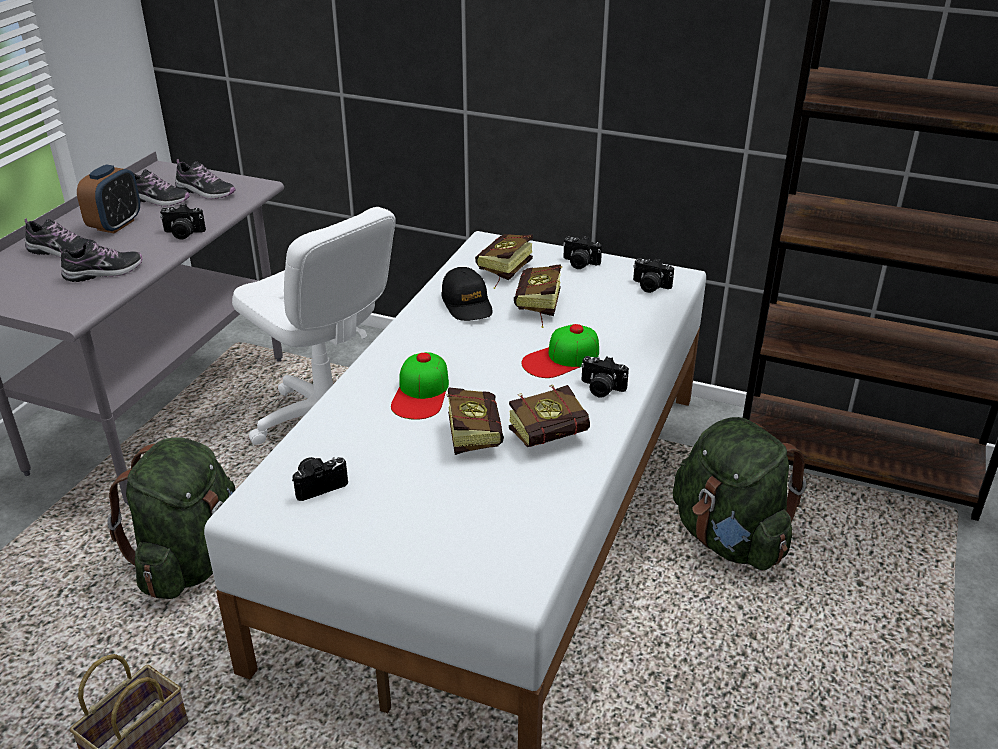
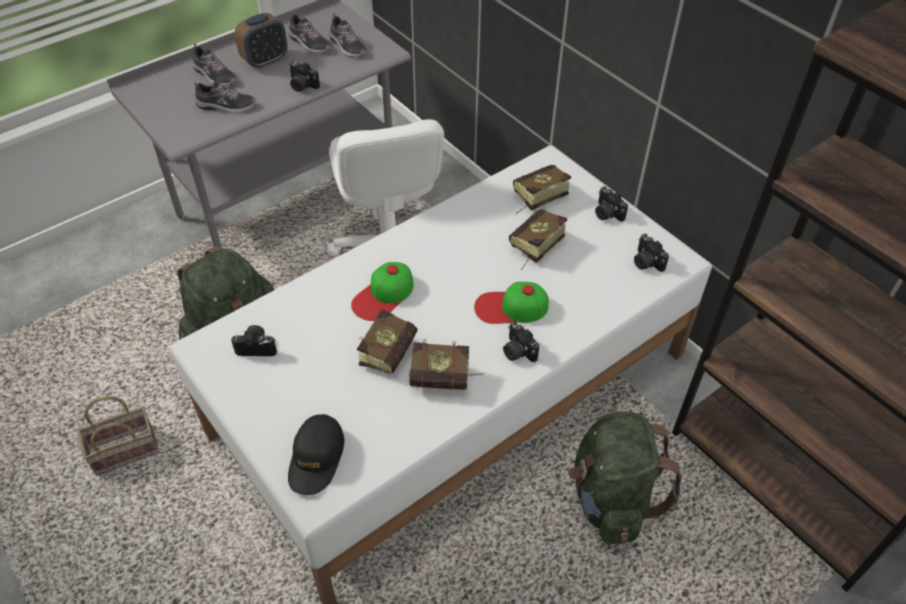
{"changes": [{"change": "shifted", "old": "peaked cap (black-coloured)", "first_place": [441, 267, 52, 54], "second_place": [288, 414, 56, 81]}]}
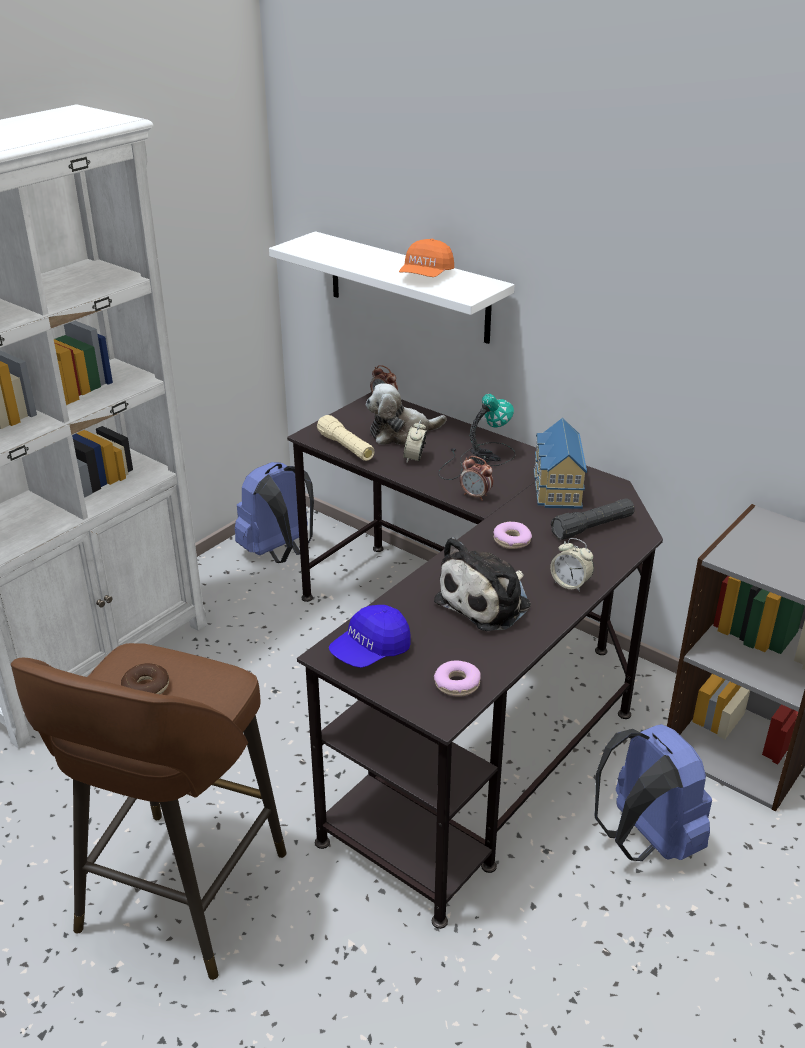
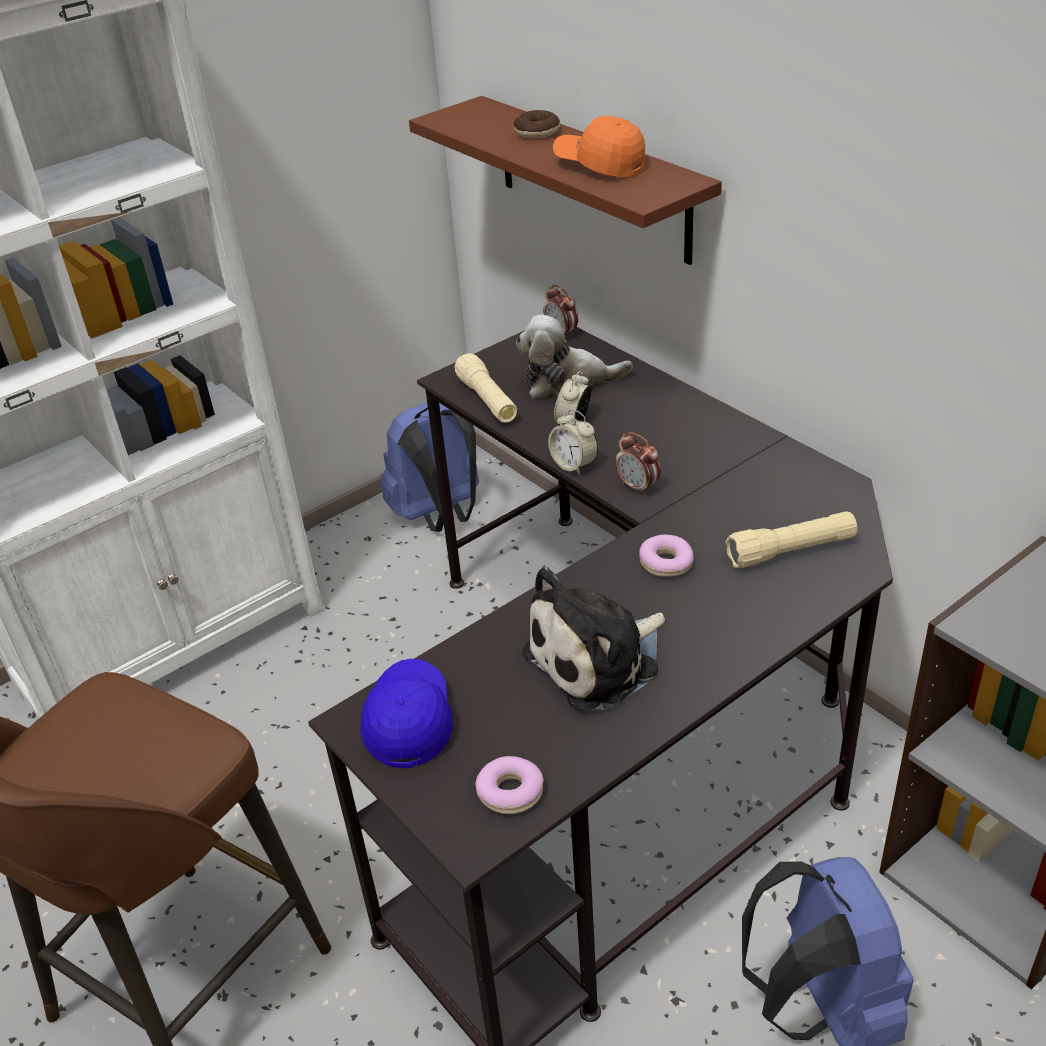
{"changes": [{"change": "gone", "old": "tabletop lamp", "first_place": [438, 394, 78, 86]}, {"change": "gone", "old": "toy house", "first_place": [534, 418, 53, 91]}, {"change": "shifted", "old": "ring doughnut", "first_place": [121, 663, 48, 31], "second_place": [514, 110, 46, 28]}, {"change": "shifted", "old": "alarm clock", "first_place": [550, 538, 44, 54], "second_place": [548, 409, 50, 66]}, {"change": "repainted", "old": "wall shelf (whitish)", "new": "wall shelf (brown)", "first_place": [269, 231, 245, 113], "second_place": [409, 96, 313, 169]}, {"change": "repainted", "old": "torch (black-coloured)", "new": "torch (beige)", "first_place": [551, 498, 84, 42], "second_place": [725, 511, 133, 57]}, {"change": "rotated", "old": "peaked cap (bluish)", "first_place": [329, 605, 81, 63], "second_place": [361, 659, 92, 109], "degrees": 120}, {"change": "rotated", "old": "peaked cap (orange-coloured)", "first_place": [399, 239, 55, 38], "second_place": [553, 116, 92, 62], "degrees": 90}]}
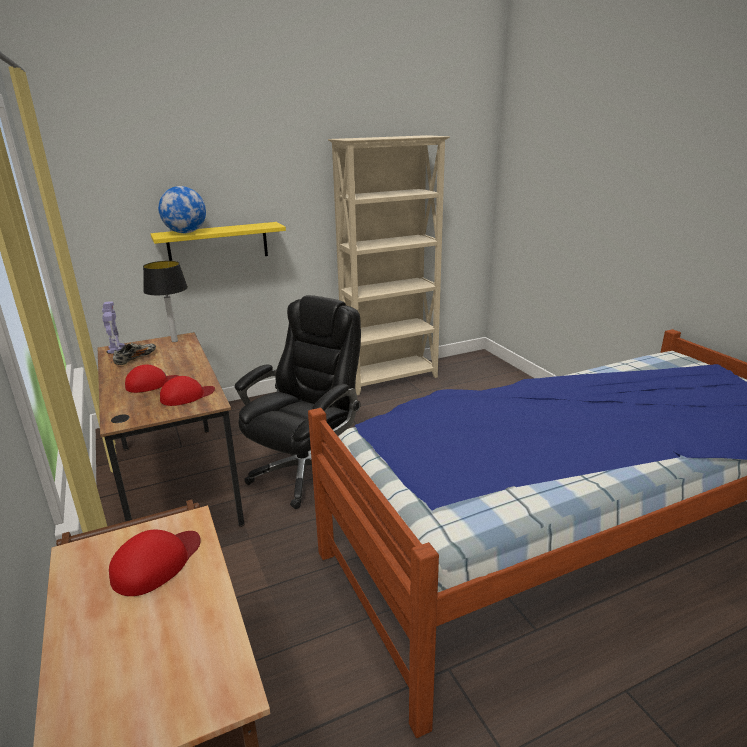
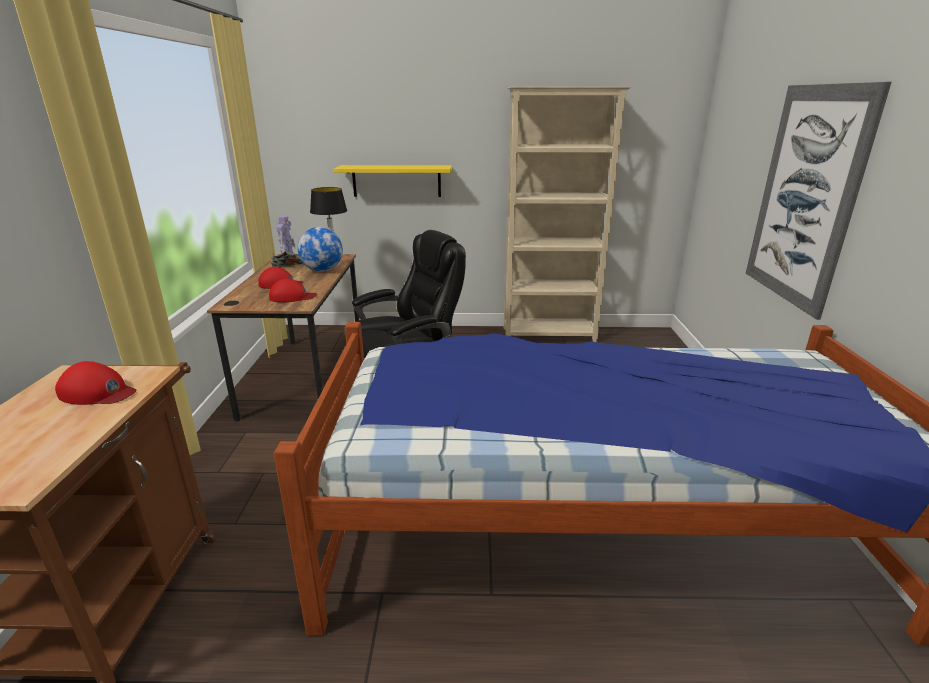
{"changes": [{"change": "new", "new": "picture", "second_place": [746, 82, 146, 238]}, {"change": "shifted", "old": "desk globe", "first_place": [158, 186, 48, 47], "second_place": [298, 227, 45, 44]}, {"change": "rotated", "old": "peaked cap (reddish)", "first_place": [109, 529, 92, 67], "second_place": [55, 361, 81, 44], "degrees": 45}]}
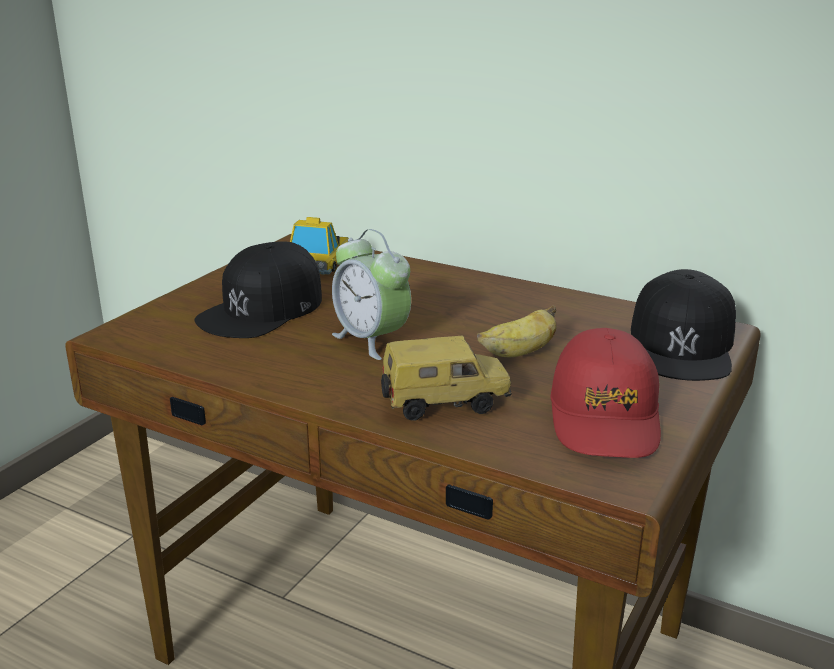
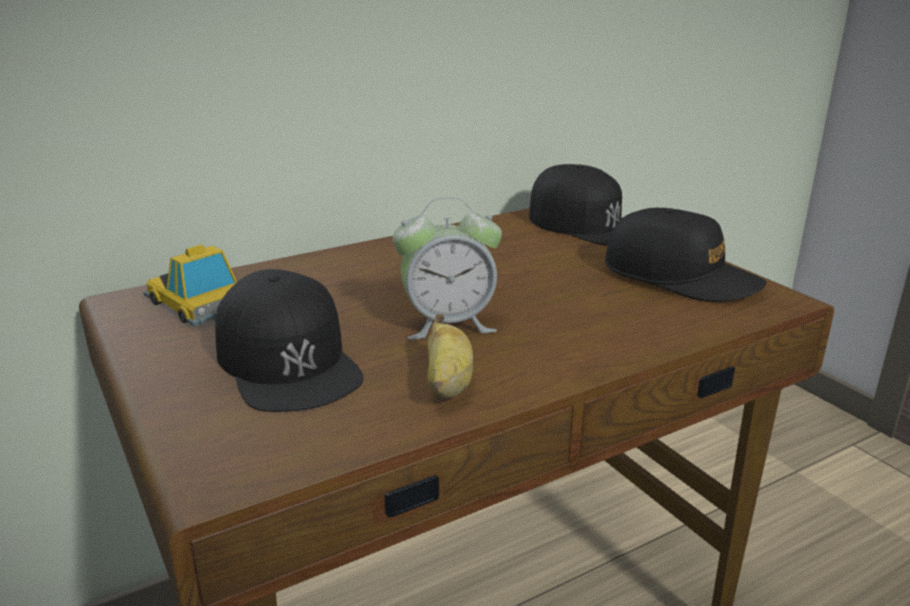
{"changes": [{"change": "gone", "old": "miniature car", "first_place": [381, 336, 131, 85]}, {"change": "shifted", "old": "whole banana", "first_place": [477, 305, 80, 52], "second_place": [427, 314, 46, 85]}, {"change": "repainted", "old": "peaked cap (reddish)", "new": "peaked cap (black-coloured)", "first_place": [550, 328, 111, 130], "second_place": [605, 208, 162, 94]}]}
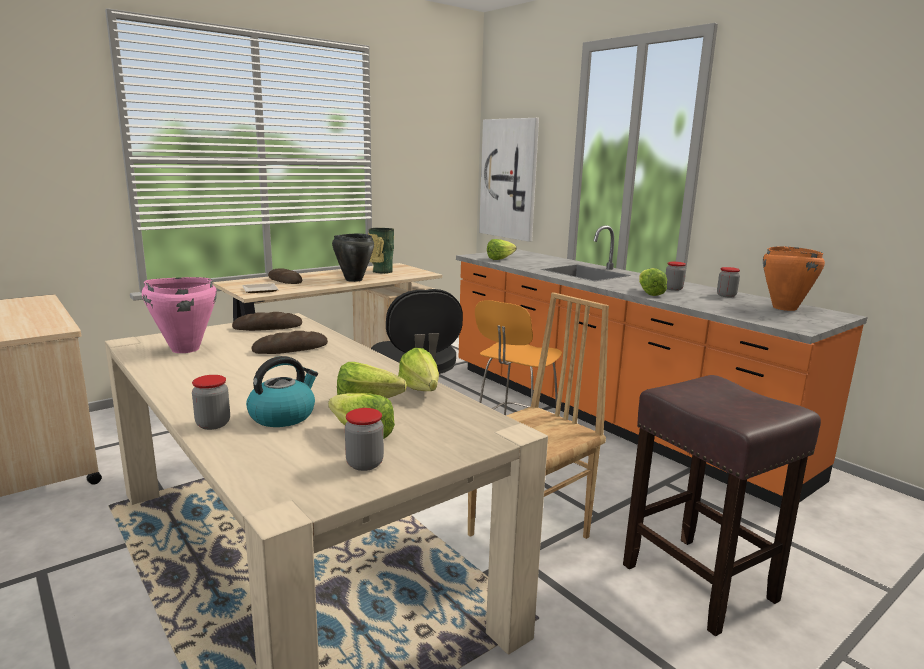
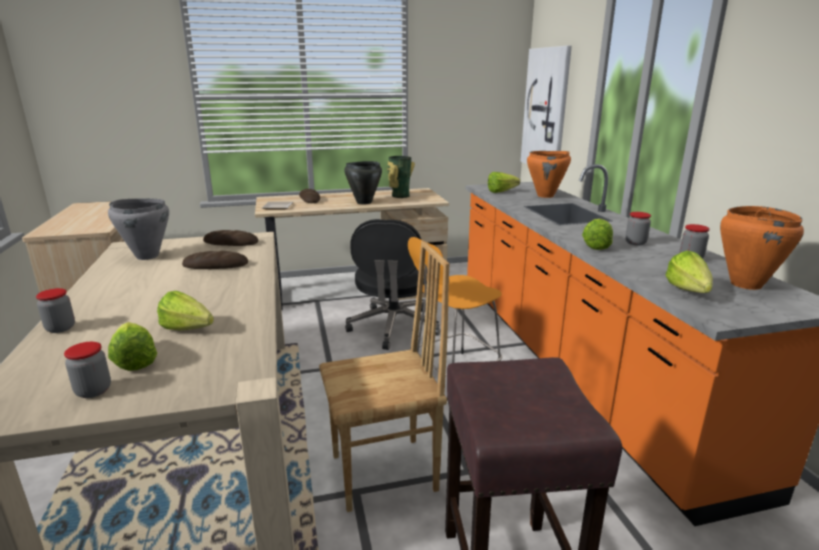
{"changes": [{"change": "gone", "old": "water kettle", "first_place": [246, 356, 72, 71]}, {"change": "new", "new": "saucepot (orange-coloured)", "second_place": [527, 151, 44, 47]}, {"change": "shifted", "old": "lettuce head", "first_place": [398, 348, 41, 43], "second_place": [665, 250, 48, 43]}, {"change": "repainted", "old": "saucepot (pinkish)", "new": "saucepot (grey)", "first_place": [142, 277, 75, 76], "second_place": [108, 198, 61, 62]}]}
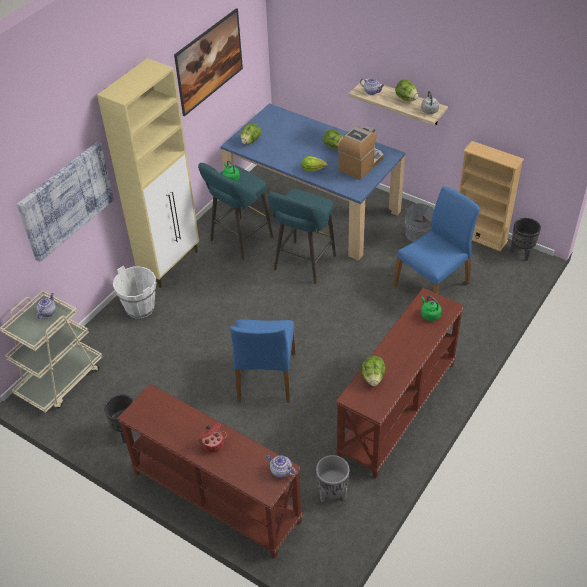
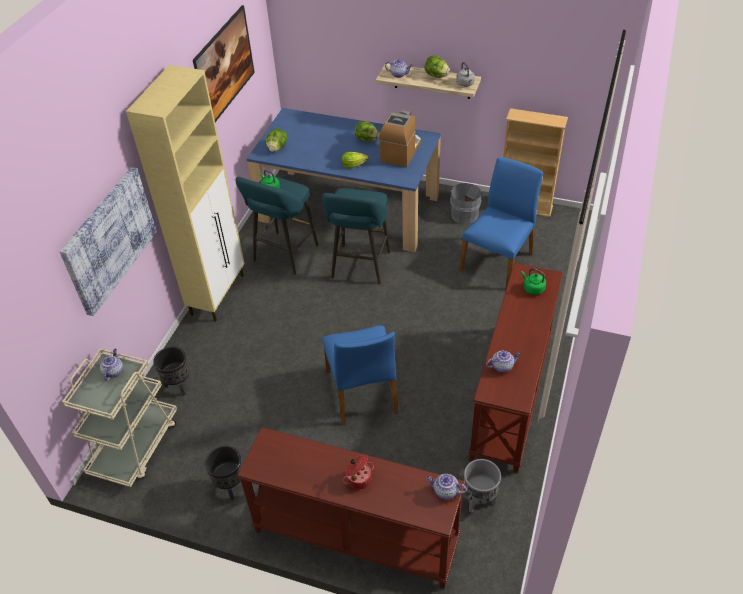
{"changes": [{"change": "gone", "old": "bucket (whitish)", "first_place": [113, 265, 43, 53]}, {"change": "shifted", "old": "planter (black-coloured)", "first_place": [510, 218, 31, 43], "second_place": [153, 346, 36, 50]}, {"change": "swapped", "old": "lettuce head", "new": "teapot", "first_place": [361, 356, 24, 30], "second_place": [486, 350, 35, 23]}]}
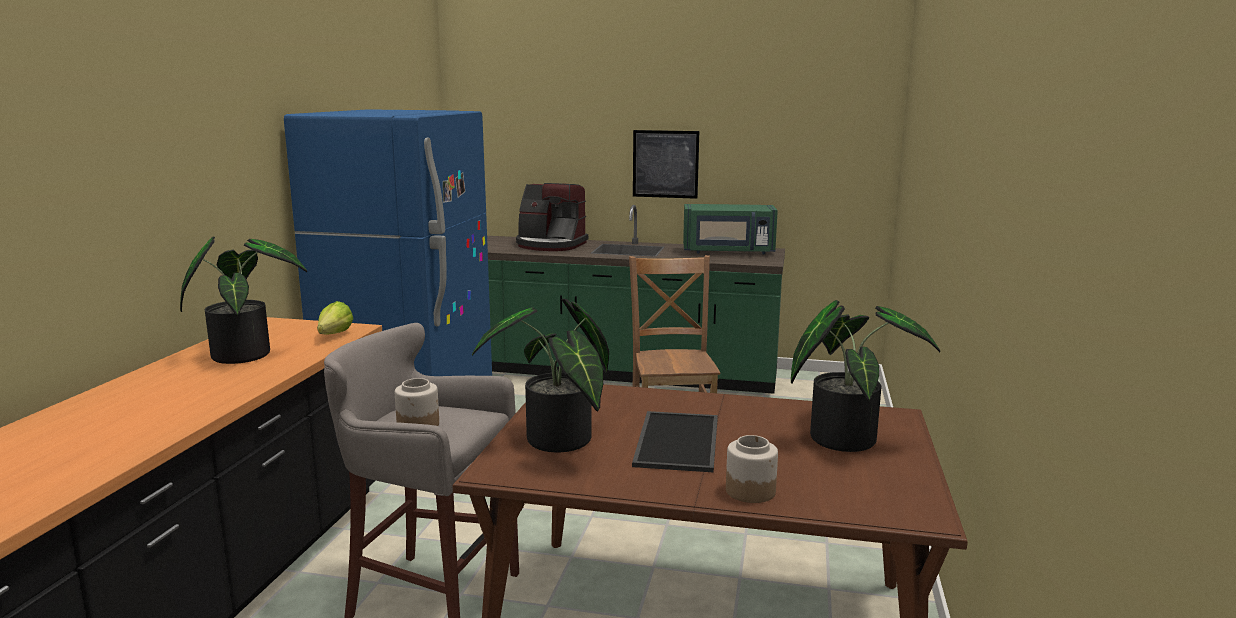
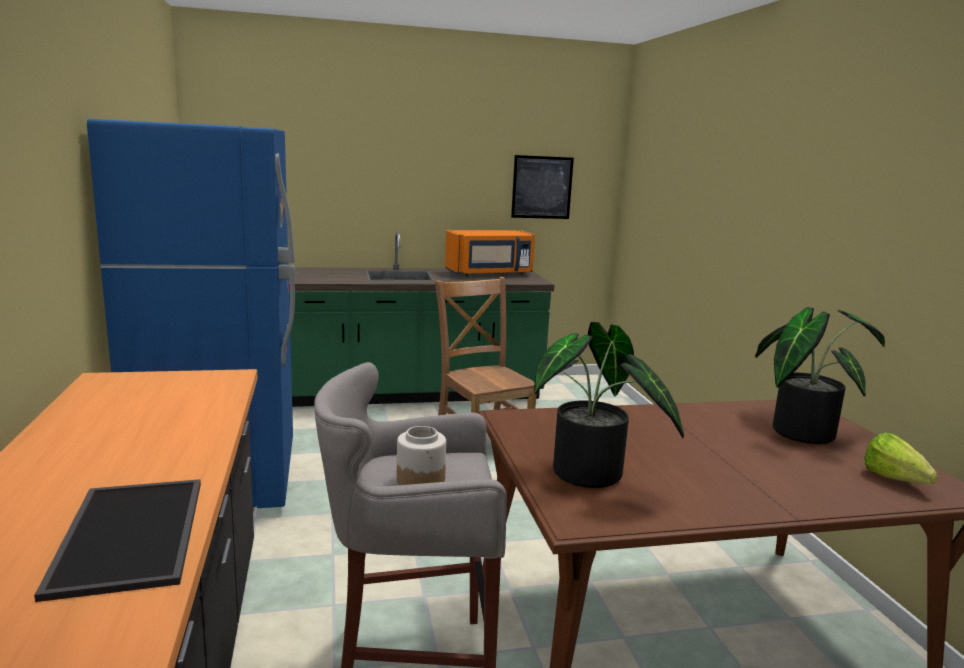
{"changes": [{"change": "gone", "old": "potted plant", "first_place": [180, 237, 127, 127]}, {"change": "gone", "old": "coffee brewer", "first_place": [516, 183, 72, 68]}, {"change": "gone", "old": "jar", "first_place": [726, 435, 52, 68]}, {"change": "shifted", "old": "lettuce head", "first_place": [317, 301, 36, 34], "second_place": [864, 433, 74, 51]}, {"change": "shifted", "old": "tray", "first_place": [632, 411, 86, 62], "second_place": [34, 479, 167, 123]}, {"change": "shifted", "old": "picture", "first_place": [633, 130, 66, 69], "second_place": [511, 155, 63, 64]}, {"change": "repainted", "old": "microwave (green)", "new": "microwave (orange-coloured)", "first_place": [683, 204, 95, 50], "second_place": [445, 230, 90, 46]}]}
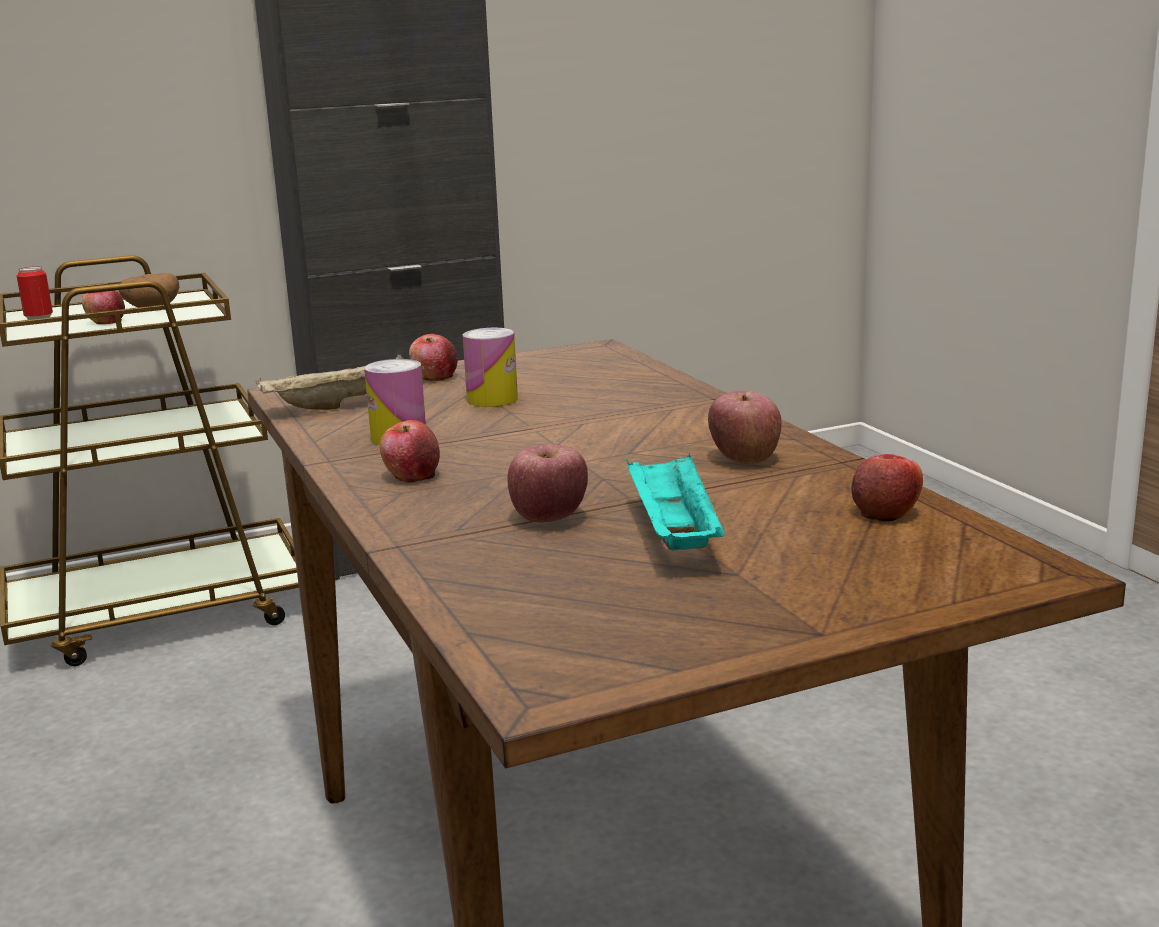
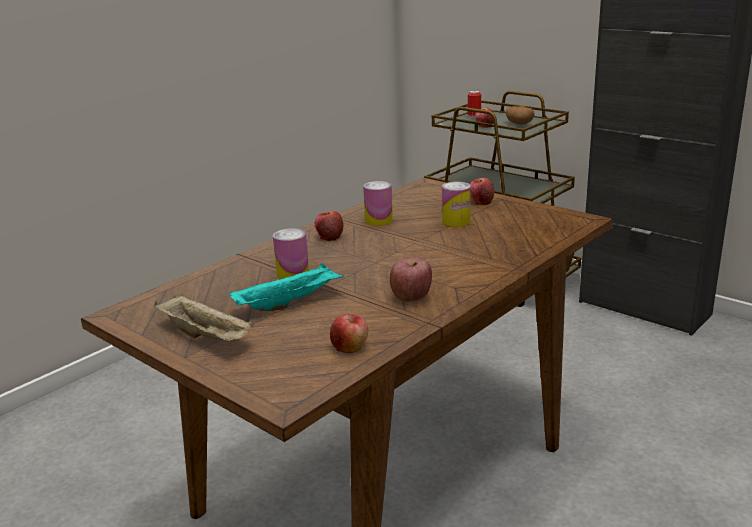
{"changes": [{"change": "shifted", "old": "tray (beige)", "first_place": [256, 355, 169, 55], "second_place": [154, 294, 100, 47]}, {"change": "swapped", "old": "whole apple", "new": "metal can", "first_place": [508, 445, 80, 78], "second_place": [273, 228, 36, 51]}]}
